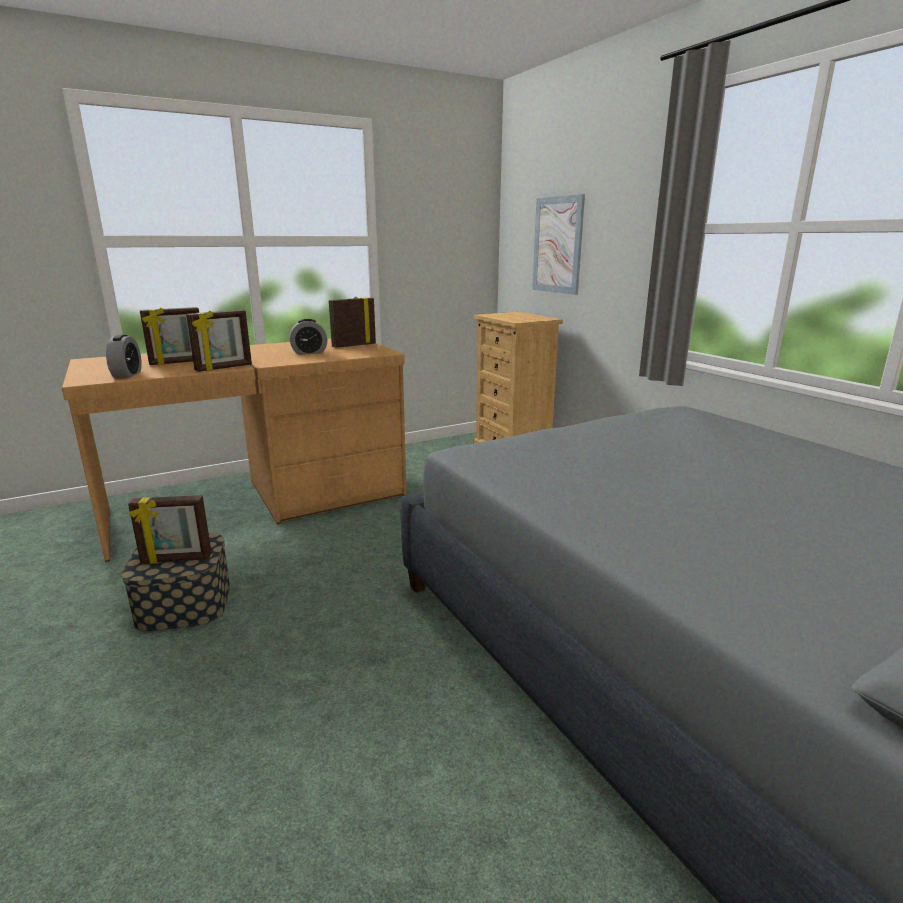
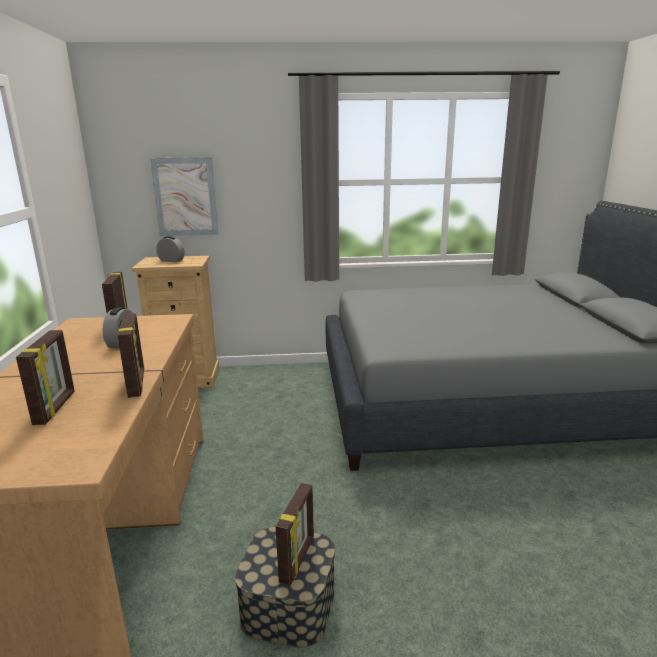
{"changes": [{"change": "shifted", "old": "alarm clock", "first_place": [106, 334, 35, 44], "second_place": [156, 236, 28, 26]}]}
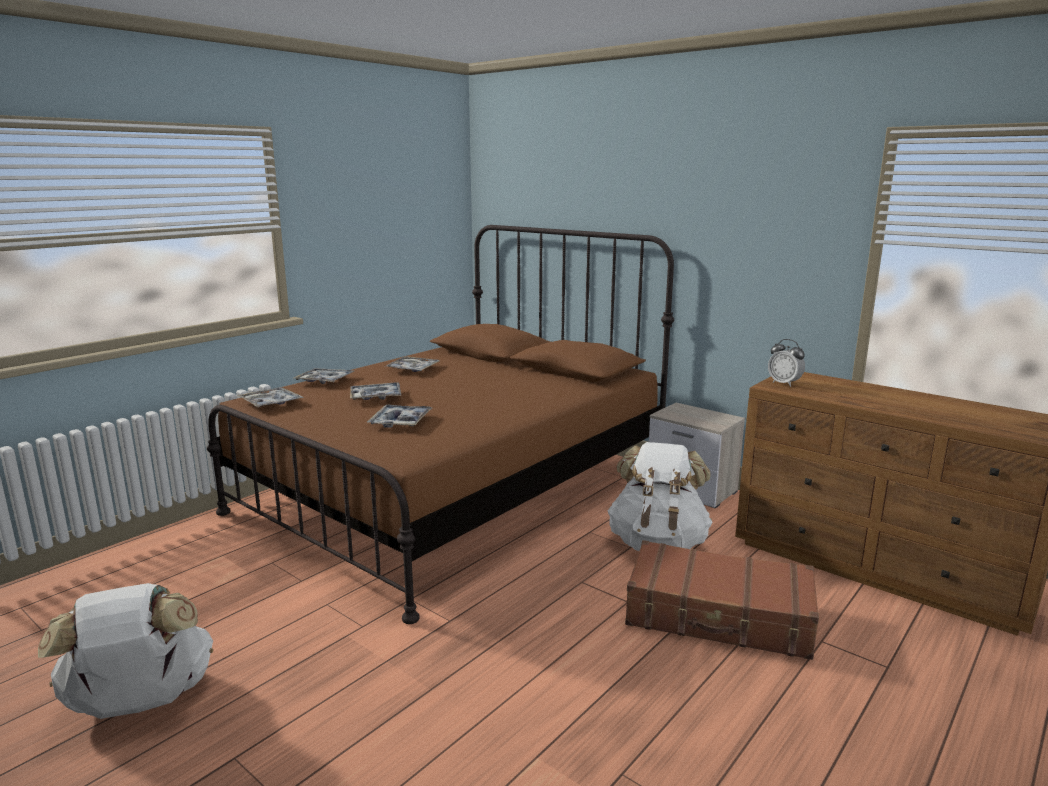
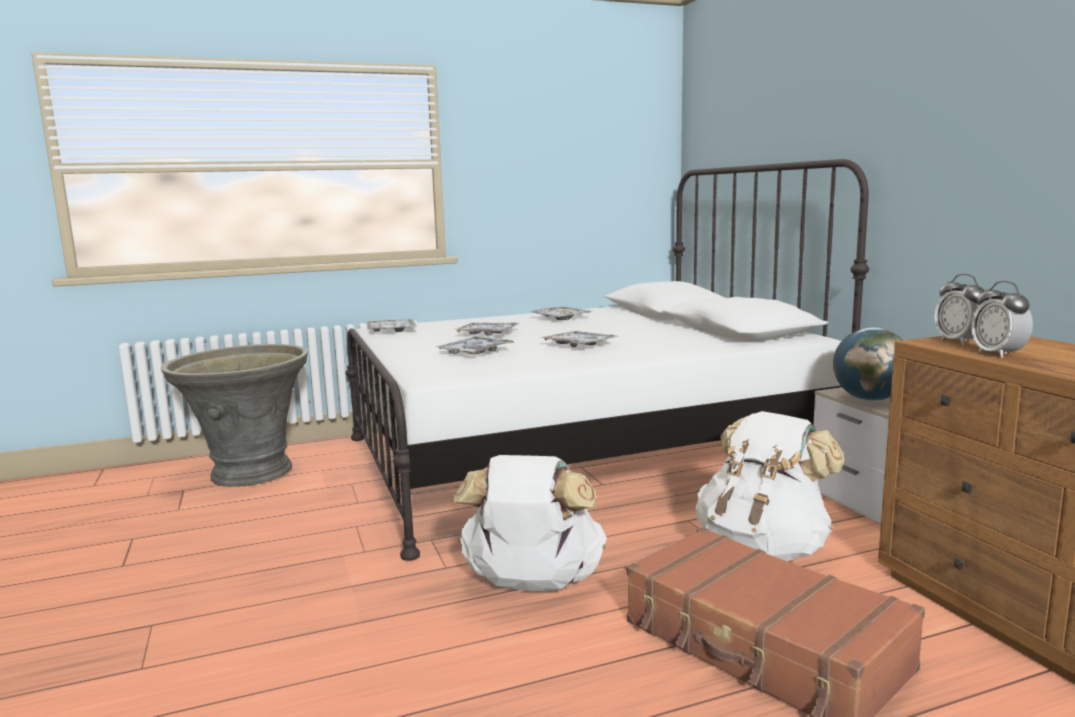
{"changes": [{"change": "new", "new": "planter (grey)", "second_place": [161, 344, 147, 143]}, {"change": "new", "new": "desk globe", "second_place": [833, 327, 70, 74]}, {"change": "new", "new": "alarm clock", "second_place": [971, 281, 62, 77]}, {"change": "shifted", "old": "backpack (whitish)", "first_place": [38, 583, 175, 136], "second_place": [454, 455, 153, 136]}, {"change": "shifted", "old": "tray", "first_place": [294, 368, 60, 16], "second_place": [540, 331, 79, 16]}, {"change": "repainted", "old": "bedroom bed (brown)", "new": "bedroom bed (whitish)", "first_place": [207, 225, 467, 399], "second_place": [345, 159, 524, 402]}]}
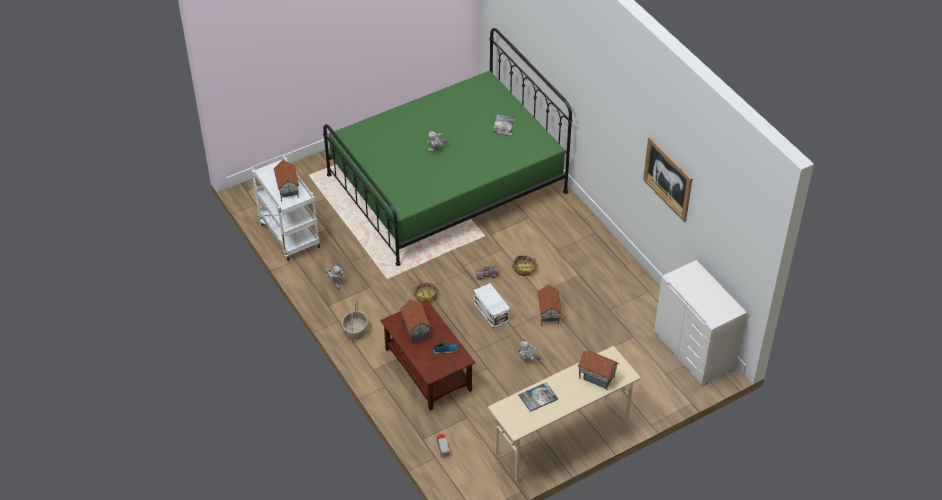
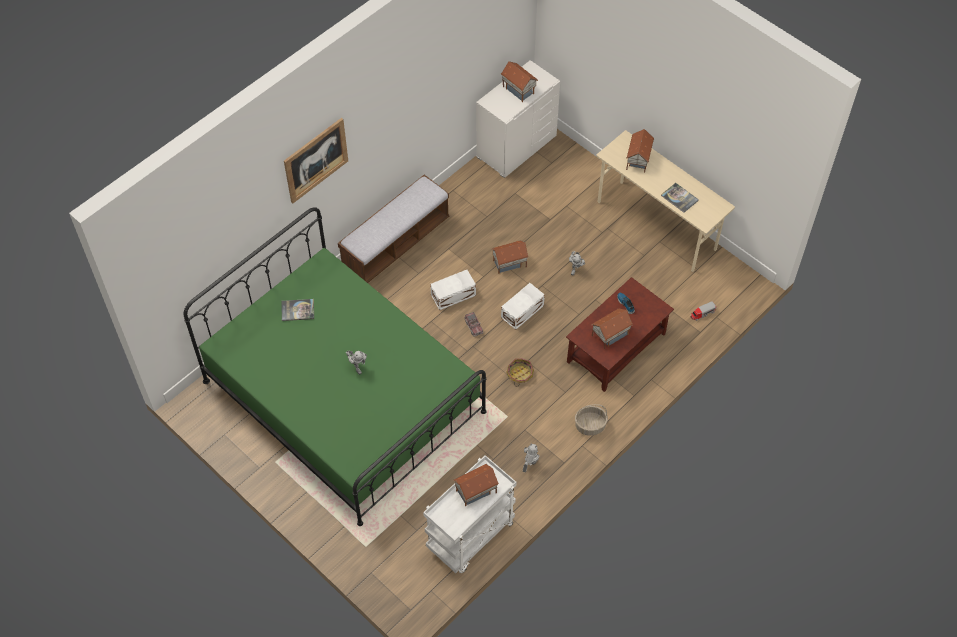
{"changes": [{"change": "new", "new": "long seat", "second_place": [338, 175, 112, 108]}, {"change": "new", "new": "toy house", "second_place": [500, 61, 38, 41]}, {"change": "shifted", "old": "picture", "first_place": [643, 137, 50, 85], "second_place": [284, 118, 64, 85]}, {"change": "swapped", "old": "storage basket", "new": "storage box (whitish)", "first_place": [512, 255, 25, 21], "second_place": [430, 270, 46, 40]}]}
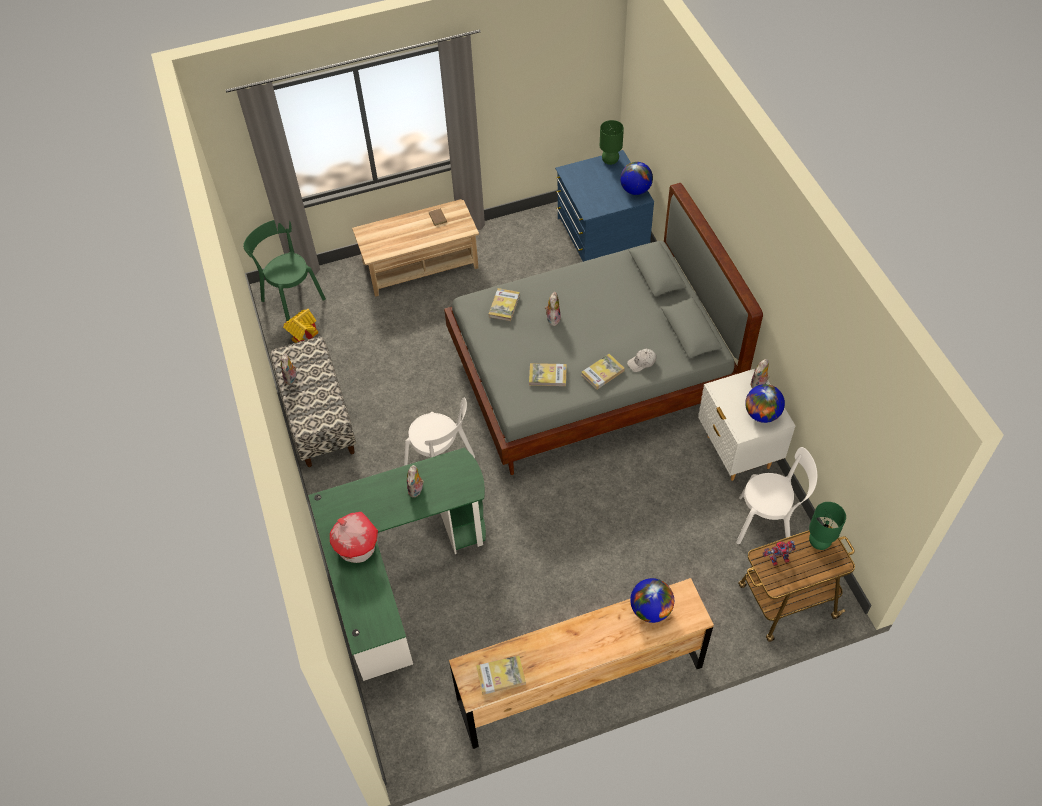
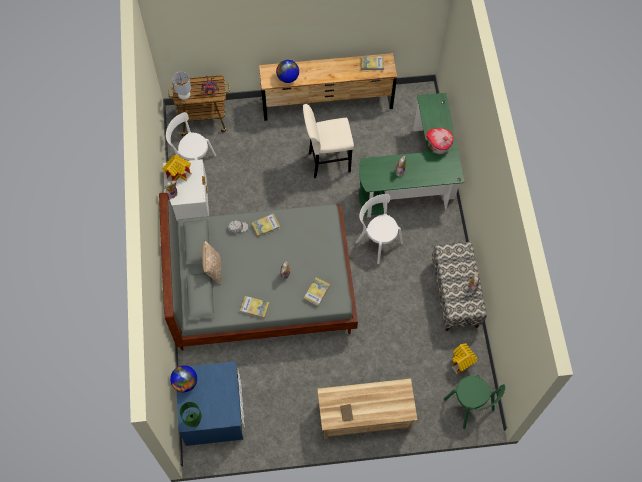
{"changes": [{"change": "new", "new": "cushion", "second_place": [202, 241, 20, 44]}, {"change": "new", "new": "stool (beige)", "second_place": [303, 104, 51, 74]}, {"change": "shifted", "old": "volume", "first_place": [529, 363, 38, 23], "second_place": [240, 296, 29, 22]}, {"change": "swapped", "old": "desk globe", "new": "toy house", "first_place": [745, 384, 40, 39], "second_place": [162, 155, 30, 26]}, {"change": "repainted", "old": "tabletop lamp (green)", "new": "tabletop lamp (grey)", "first_place": [809, 502, 37, 48], "second_place": [172, 72, 19, 28]}]}
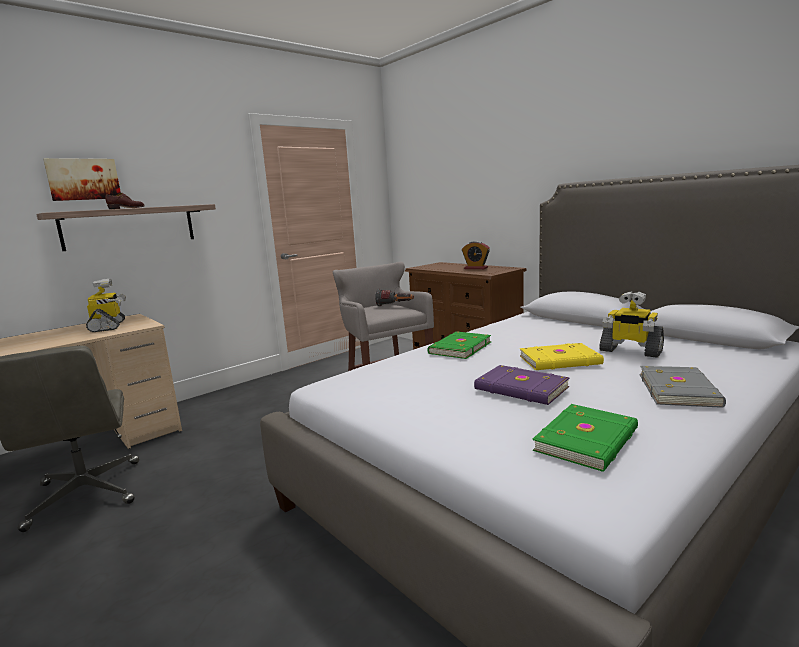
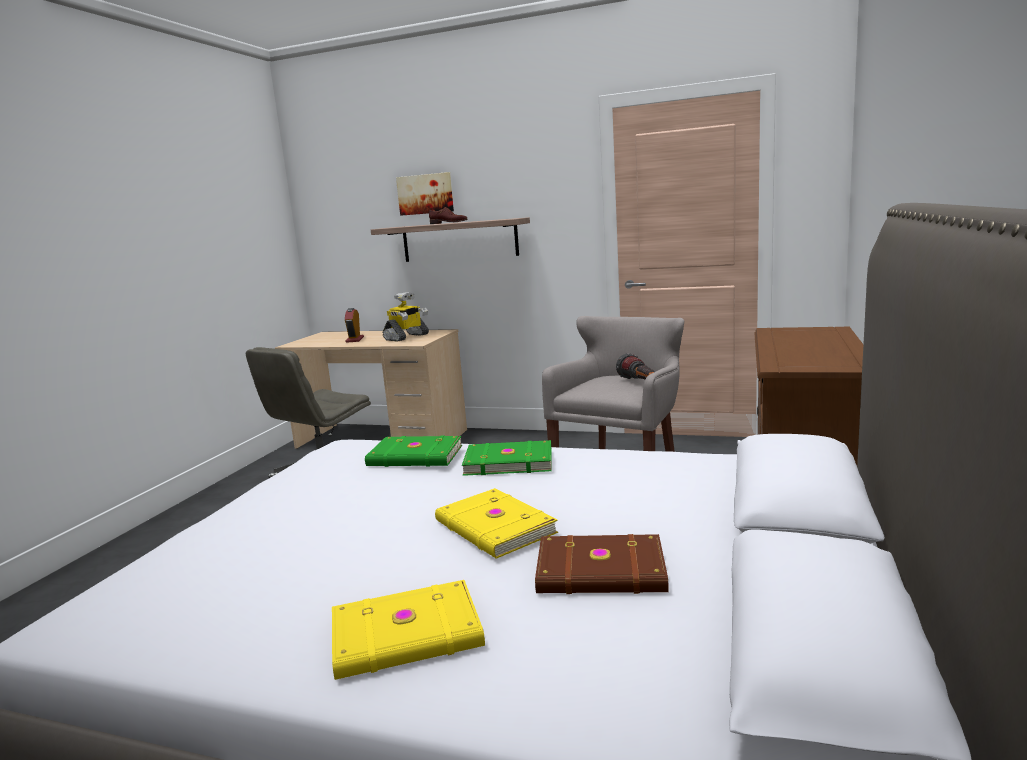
{"changes": [{"change": "gone", "old": "volume (purple)", "first_place": [474, 365, 96, 40]}, {"change": "shifted", "old": "alarm clock", "first_place": [462, 241, 28, 28], "second_place": [345, 308, 19, 35]}, {"change": "shifted", "old": "volume (green)", "first_place": [532, 404, 106, 68], "second_place": [365, 436, 97, 31]}, {"change": "swapped", "old": "toy robot", "new": "volume (brown)", "first_place": [599, 291, 65, 67], "second_place": [535, 534, 134, 60]}, {"change": "repainted", "old": "volume (grey)", "new": "volume (yellowish)", "first_place": [639, 366, 87, 42], "second_place": [332, 580, 153, 100]}]}
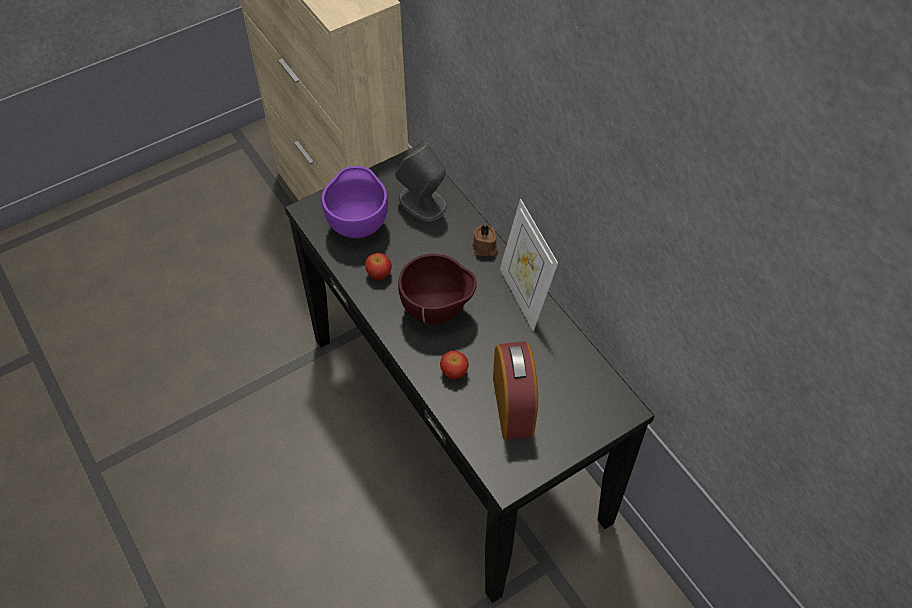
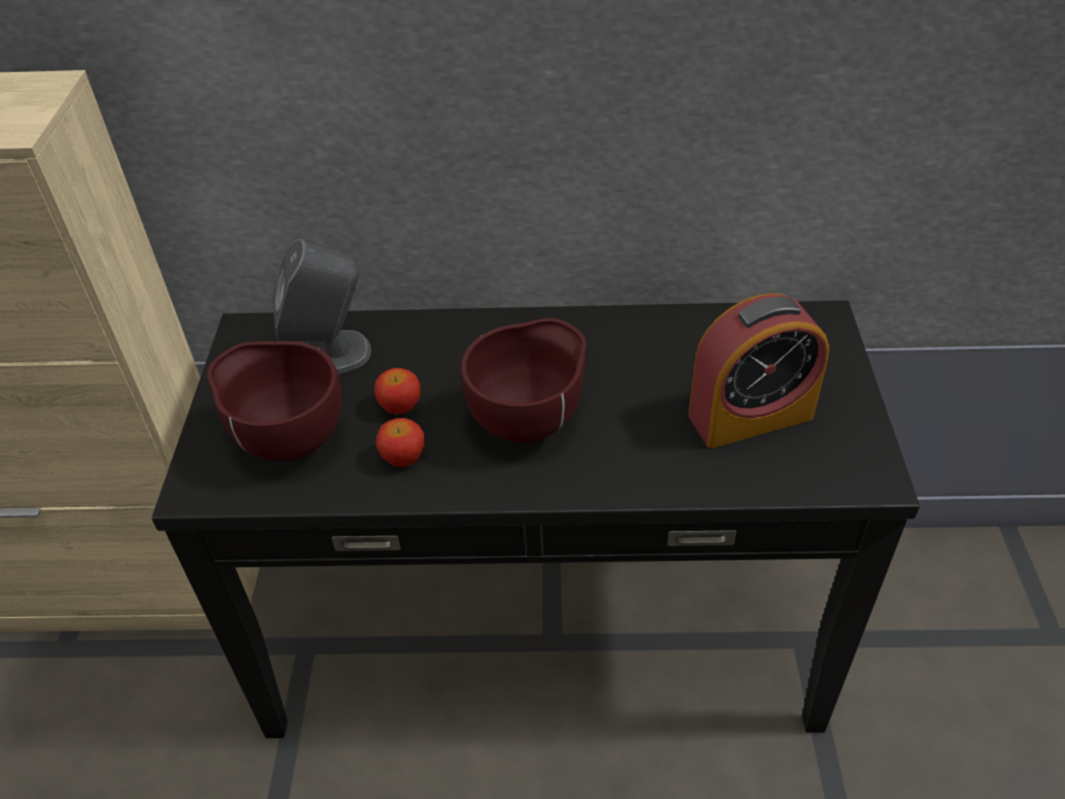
{"changes": [{"change": "gone", "old": "candle (brown)", "first_place": [472, 225, 26, 31]}, {"change": "gone", "old": "standing frame", "first_place": [500, 199, 58, 132]}, {"change": "shifted", "old": "whole apple", "first_place": [440, 351, 29, 28], "second_place": [374, 368, 46, 47]}, {"change": "repainted", "old": "serving bowl (purple)", "new": "serving bowl (brown)", "first_place": [322, 166, 66, 72], "second_place": [207, 341, 135, 120]}, {"change": "rotated", "old": "alarm clock", "first_place": [493, 341, 45, 99], "second_place": [688, 293, 141, 155], "degrees": 135}]}
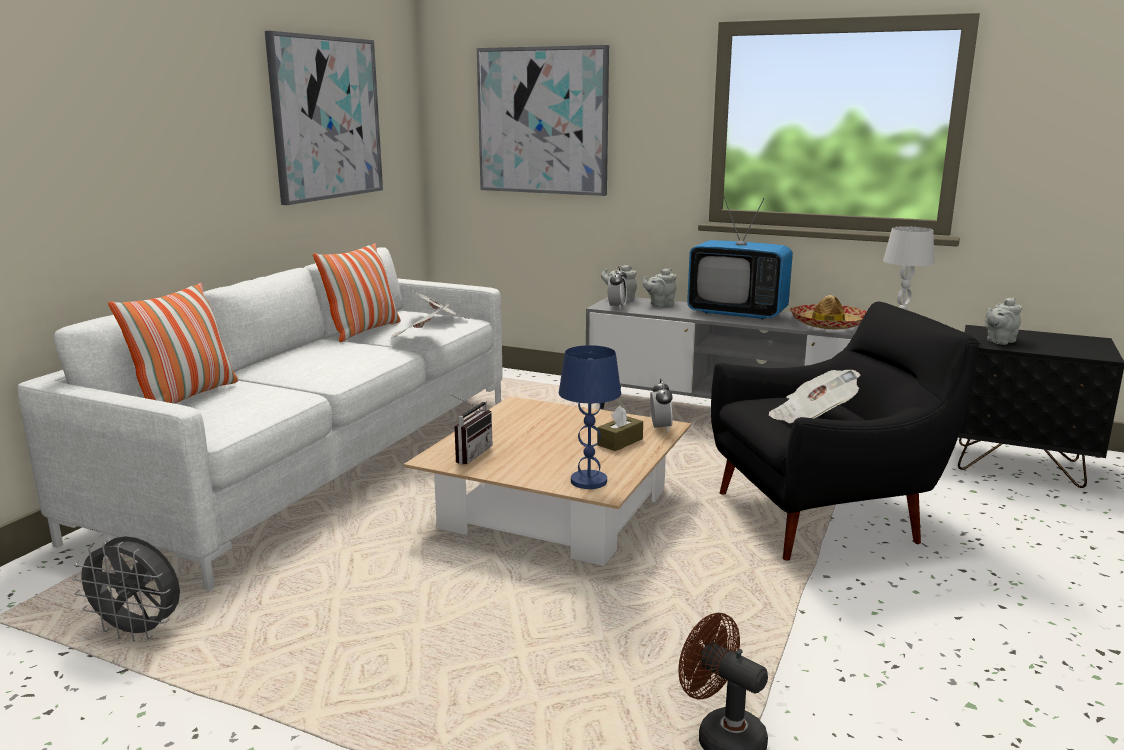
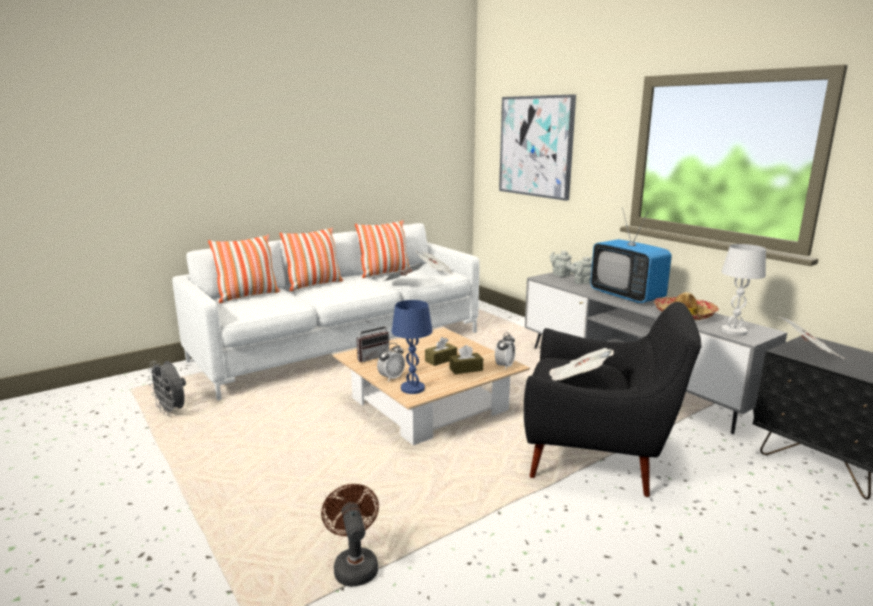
{"changes": [{"change": "gone", "old": "picture", "first_place": [265, 31, 118, 174]}, {"change": "new", "new": "cushion", "second_place": [279, 228, 64, 63]}, {"change": "new", "new": "box of tissues (brown)", "second_place": [425, 337, 32, 29]}, {"change": "shifted", "old": "alarm clock", "first_place": [607, 267, 20, 42], "second_place": [377, 343, 28, 39]}, {"change": "swapped", "old": "teapot (grey)", "new": "printed paper", "first_place": [984, 298, 38, 47], "second_place": [778, 316, 67, 43]}]}
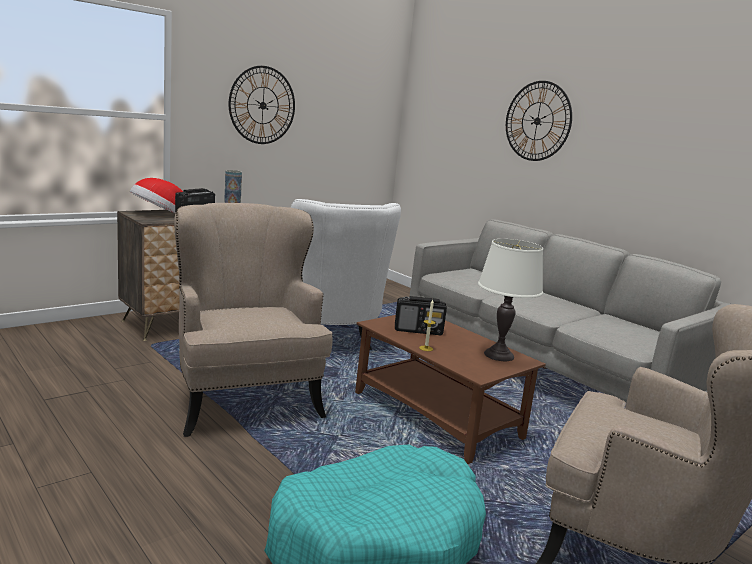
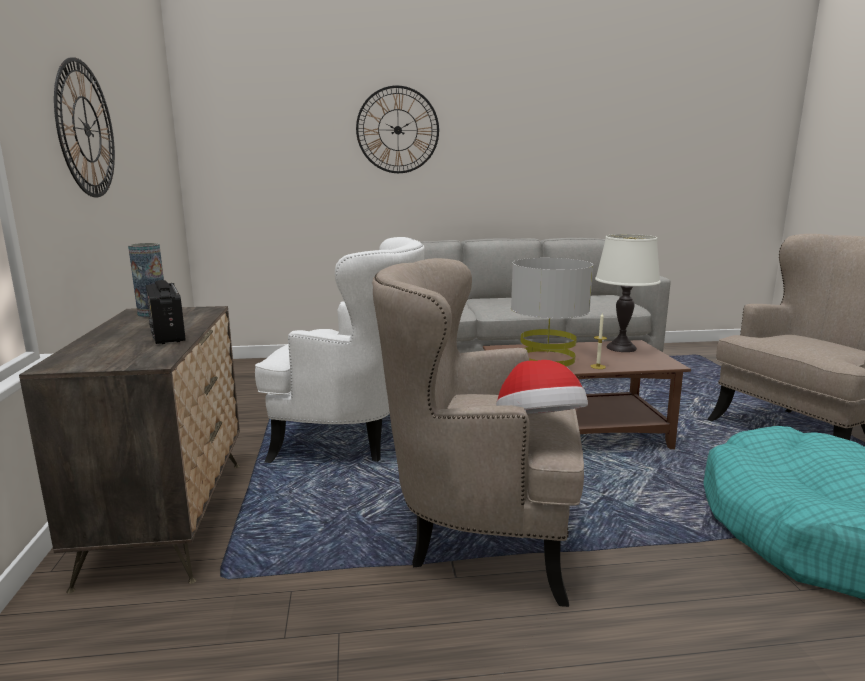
{"changes": [{"change": "shifted", "old": "hat", "first_place": [130, 178, 53, 35], "second_place": [496, 360, 92, 54]}, {"change": "swapped", "old": "radio", "new": "tabletop lamp (grey)", "first_place": [395, 296, 52, 39], "second_place": [511, 258, 82, 108]}]}
